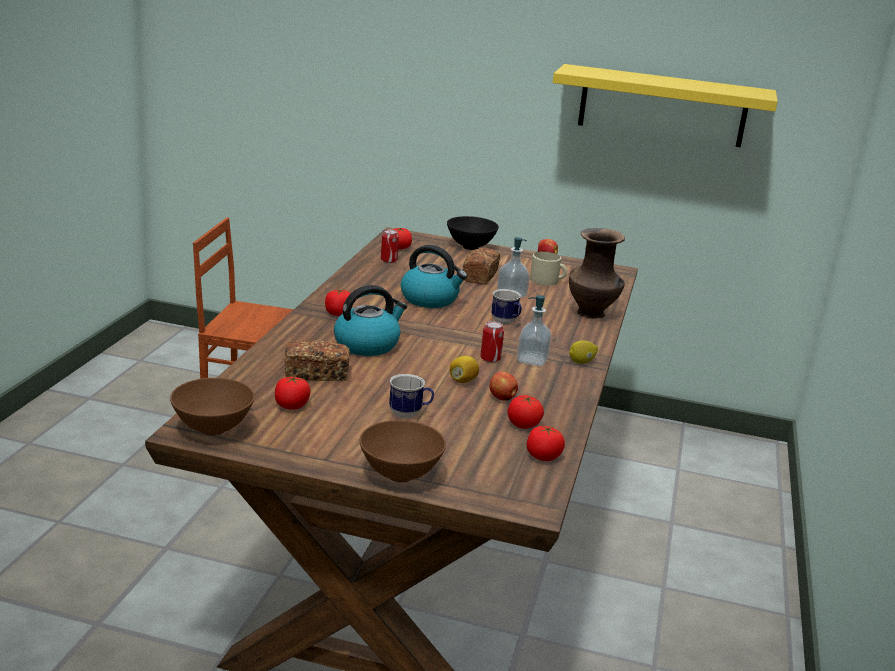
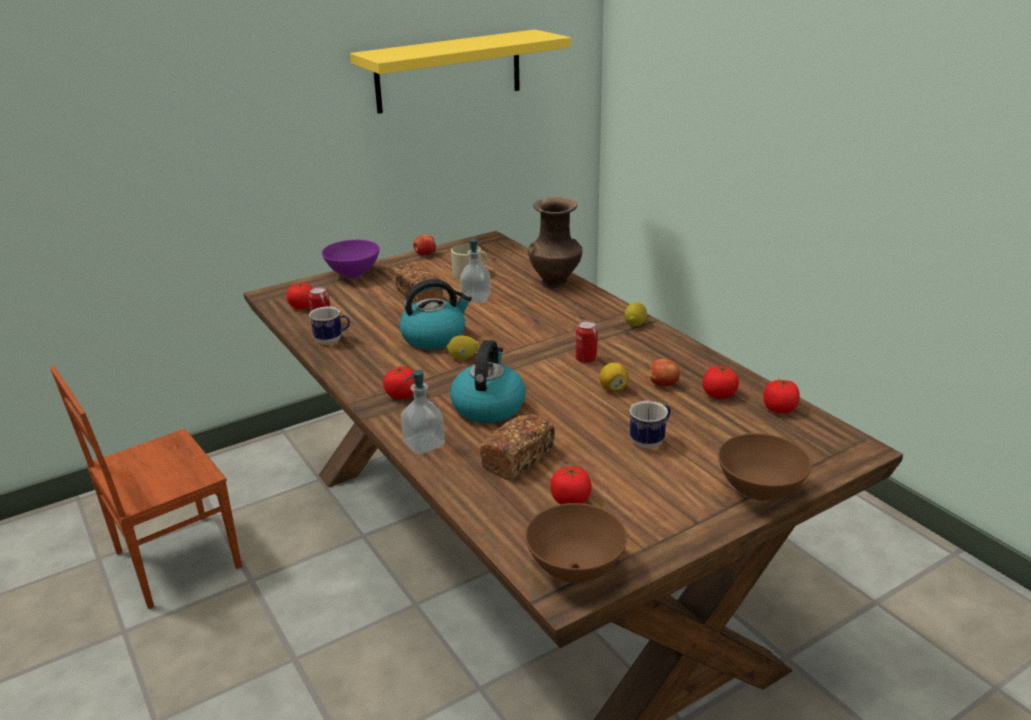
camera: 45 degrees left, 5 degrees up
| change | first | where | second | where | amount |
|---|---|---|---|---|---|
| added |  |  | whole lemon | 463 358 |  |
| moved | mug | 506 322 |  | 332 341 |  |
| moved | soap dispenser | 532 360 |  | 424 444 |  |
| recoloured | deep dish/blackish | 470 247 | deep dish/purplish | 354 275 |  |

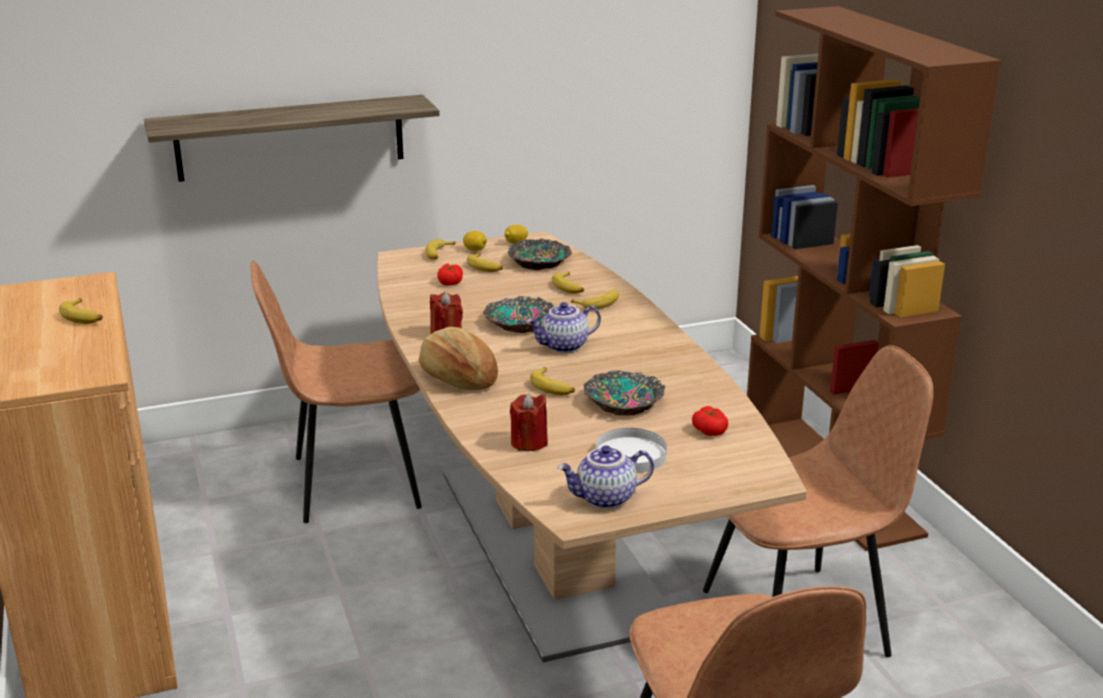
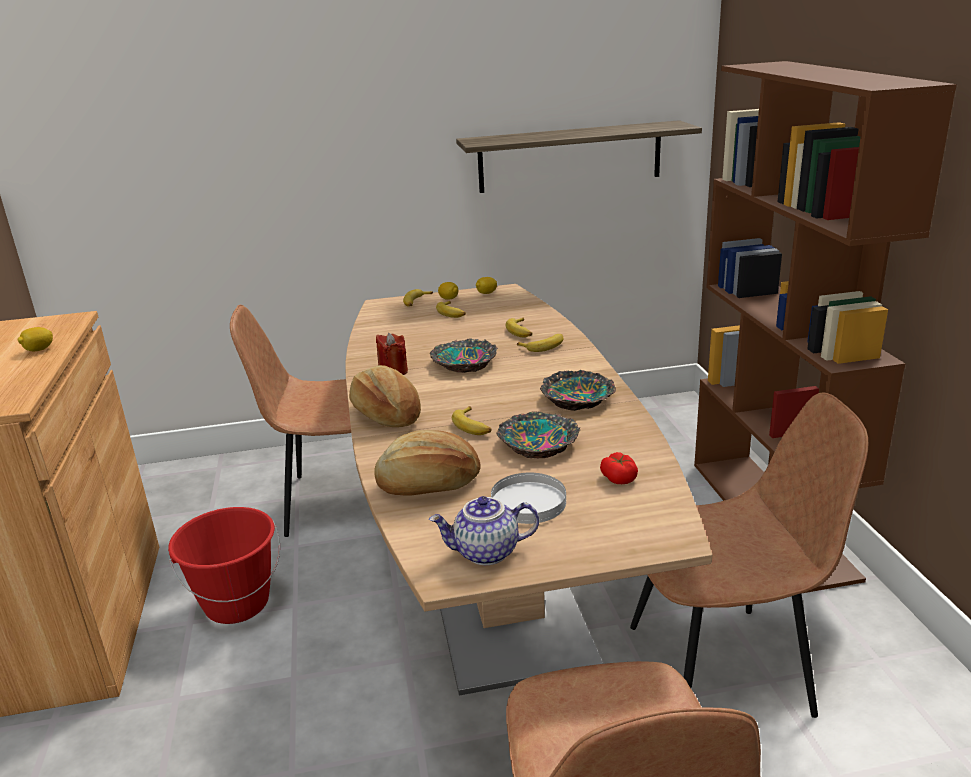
camera: 10 degrees right, 0 degrees up
| change | first | where | second | where | amount |
|---|---|---|---|---|---|
| removed | fresh tomato | 450 282 |  |  |  |
| removed | teapot | 564 347 |  |  |  |
| added |  |  | pail/reddish | 237 603 |  |
| moved | shelf | 290 138 |  | 570 157 |  |
| moved | deep dish | 540 261 |  | 578 398 |  |
| replaced | whole banana | 84 317 | whole lemon | 39 350 |  |
| replaced | wax candle/reddish | 529 443 | bakery bread | 429 484 |  |

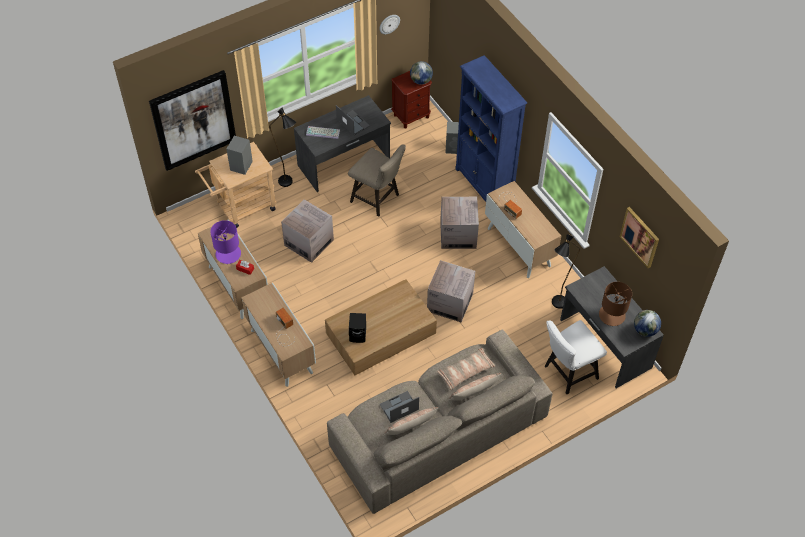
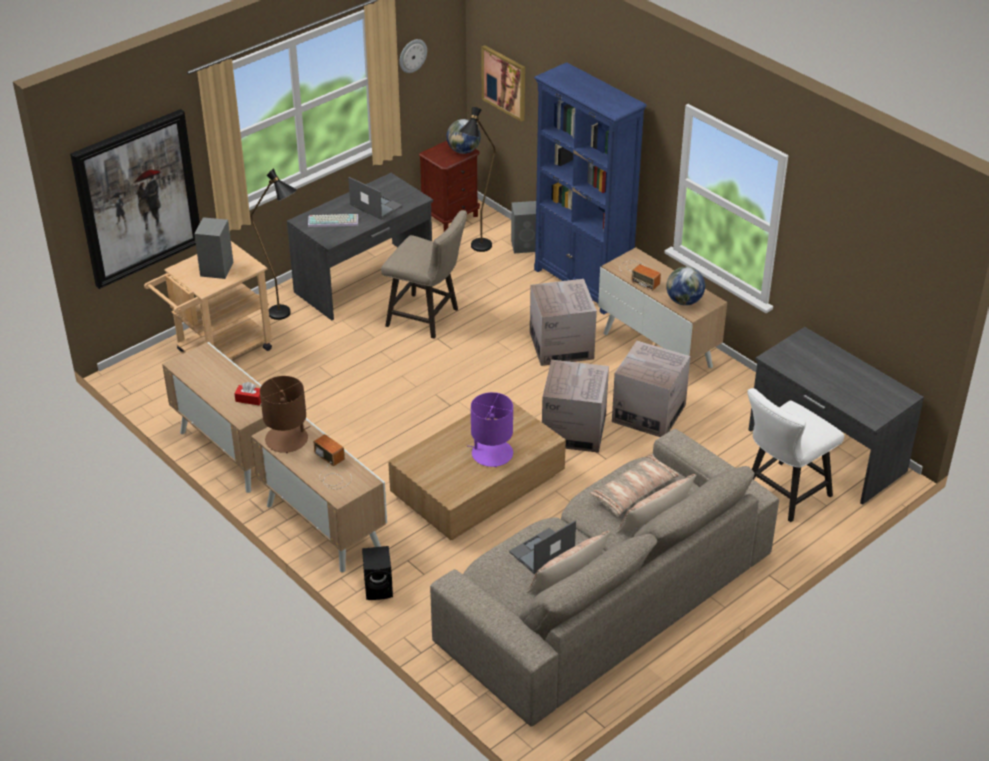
camera: 10 degrees left, 15 degrees down
| change | first | where | second | where | amount |
|---|---|---|---|---|---|
| moved | tabletop lamp/purplish | 228 254 |  | 491 453 |  |
| moved | cardboard box | 309 242 |  | 648 413 |  |
| moved | loudspeaker/blackish | 358 335 |  | 379 588 |  |
| moved | standard lamp/blackish | 556 306 |  | 478 250 |  |
| moved | tabletop lamp/brown | 612 315 |  | 287 439 |  |
| moved | picture | 640 237 |  | 504 82 |  |
| moved | globe | 645 330 |  | 684 301 |  |

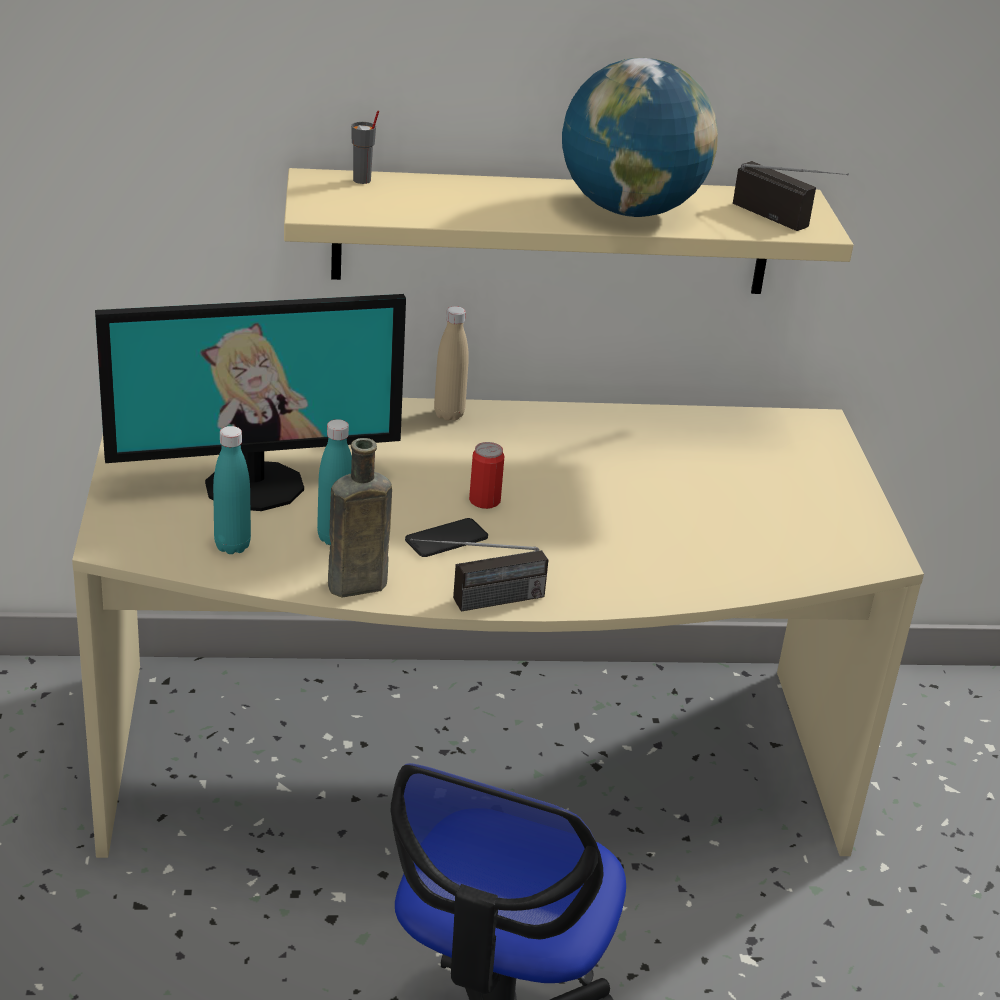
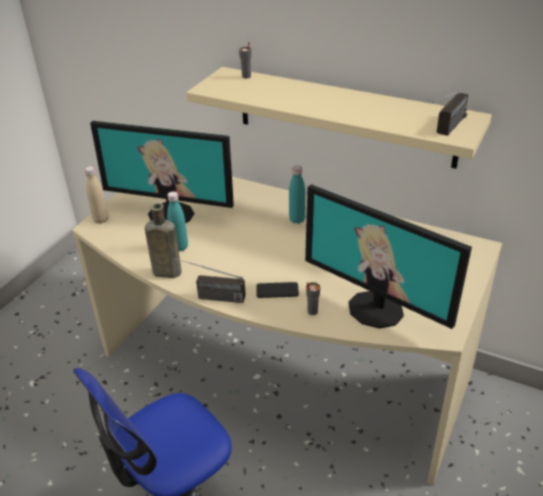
camera: 35 degrees right, 5 degrees up
| change | first | where | second | where | amount |
|---|---|---|---|---|---|
| removed | sealed can | 484 501 |  |  |  |
| removed | globe | 630 210 |  |  |  |
| added |  |  | monitor | 376 308 |  |
| added |  |  | drinking cup/grey | 312 311 |  |
| moved | beverage bottle/blue-green | 232 546 |  | 297 220 |  |
| moved | handset | 446 539 |  | 277 290 |  |
| moved | beverage bottle/beige-coloured | 449 414 |  | 101 220 |  |
| turned | radio receiver | 789 222 |  | 447 130 | 45 degrees clockwise |

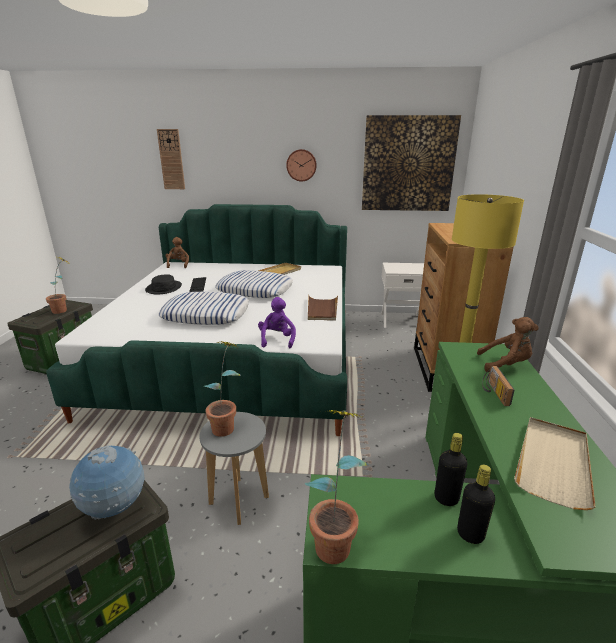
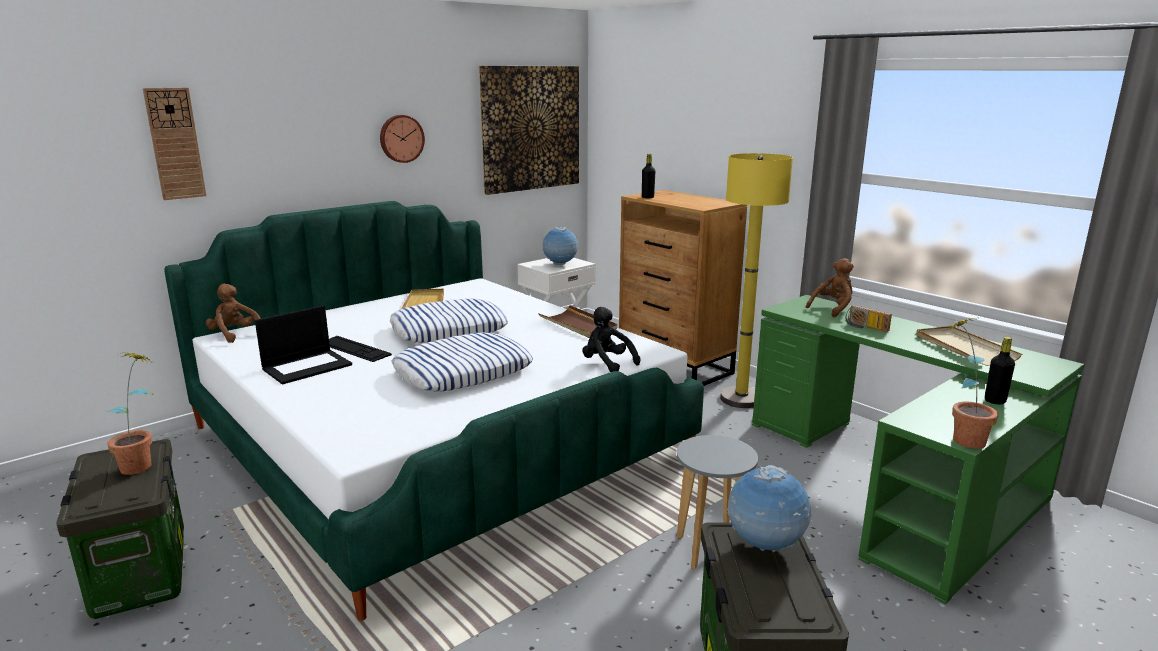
camera: 45 degrees left, 5 degrees down
| change | first | where | second | where | amount |
|---|---|---|---|---|---|
| removed | houseplant | 226 425 |  |  |  |
| added |  |  | globe | 560 264 |  |
| moved | beverage bottle/blackish | 446 498 |  | 647 197 |  |
| replaced | clothing hat/blackish | 164 288 | portable computer | 307 366 |  |
| recoloured | plush toy/purplish | 277 339 | plush toy/blackish | 607 363 |  |

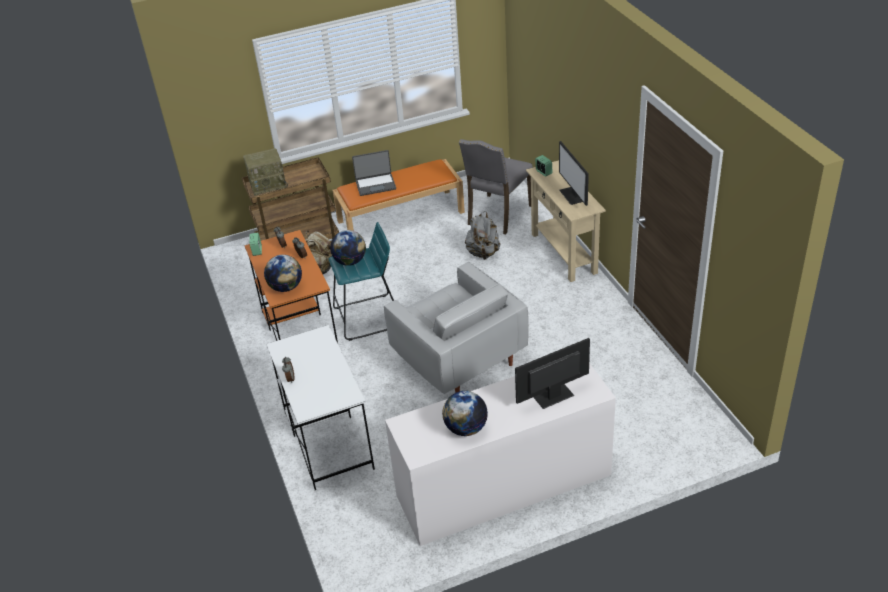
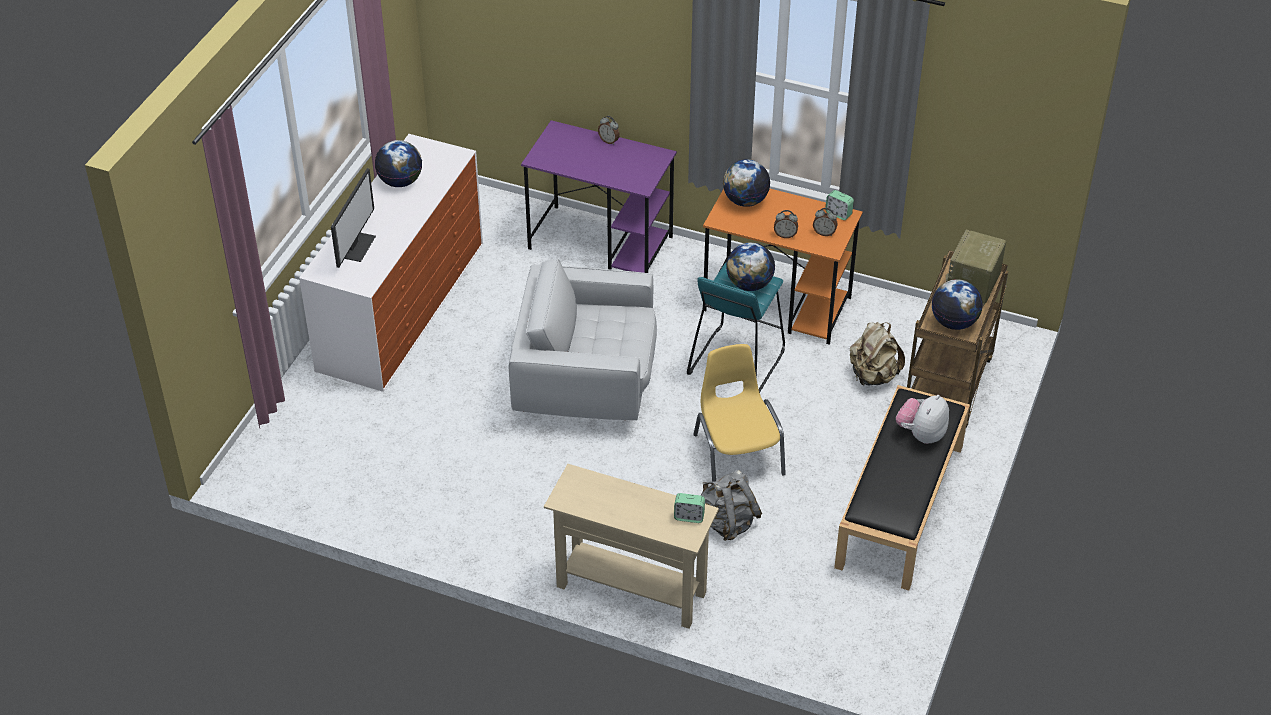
camera: 130 degrees right, 5 degrees up
| change | first | where | second | where | amount |
|---|---|---|---|---|---|
| removed | upright chair/grey | 497 215 |  |  |  |
| removed | monitor | 573 195 |  |  |  |
| added |  |  | upright chair/yellow | 737 453 |  |
| added |  |  | globe | 954 322 |  |
| replaced | portable computer | 375 185 | plush toy | 921 434 |  |
| recoloured | desk table/white | 327 439 | desk table/purplish | 601 243 |  |
| recoloured | indoor bench/orange-coloured | 401 216 | indoor bench/blackish | 900 507 |  |

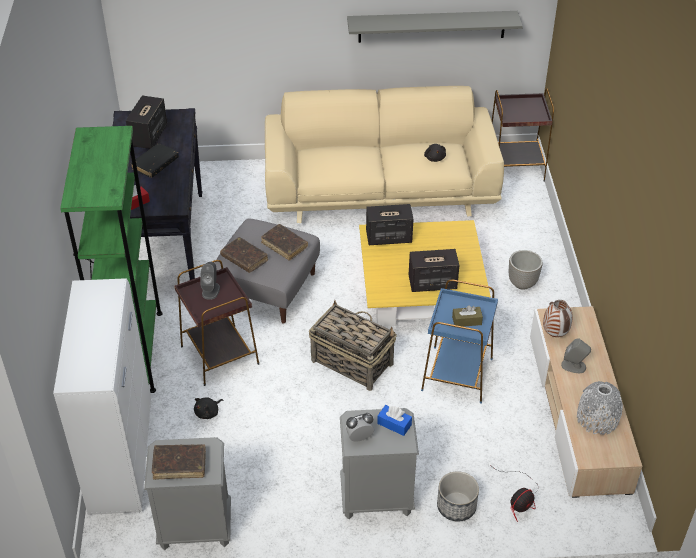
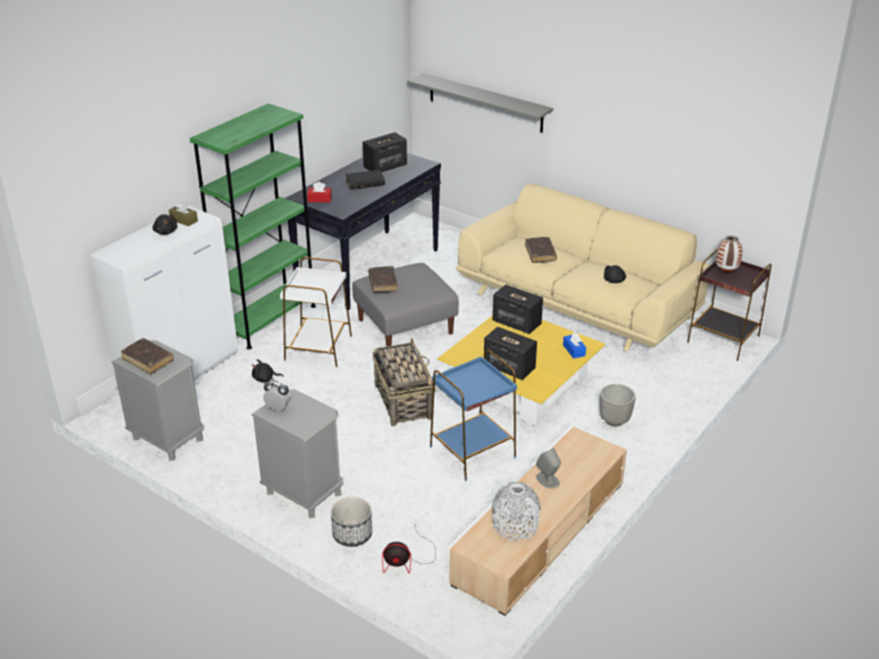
camera: 40 degrees right, 10 degrees down
| change | first | where | second | where | amount |
|---|---|---|---|---|---|
| removed | loudspeaker/grey | 211 290 |  |  |  |
| added |  |  | plush toy/blackish | 166 231 |  |
| moved | bound book/brown | 284 245 |  | 540 254 |  |
| moved | shelf/grey | 431 26 |  | 485 103 |  |
| moved | box of tissues/bluish | 394 424 |  | 574 350 |  |
| moved | box of tissues/brown | 466 321 |  | 184 220 |  |
| moved | flower vase | 555 334 |  | 726 272 |  |
| recoloured | end table/brown | 219 356 | end table/white | 318 350 |  |

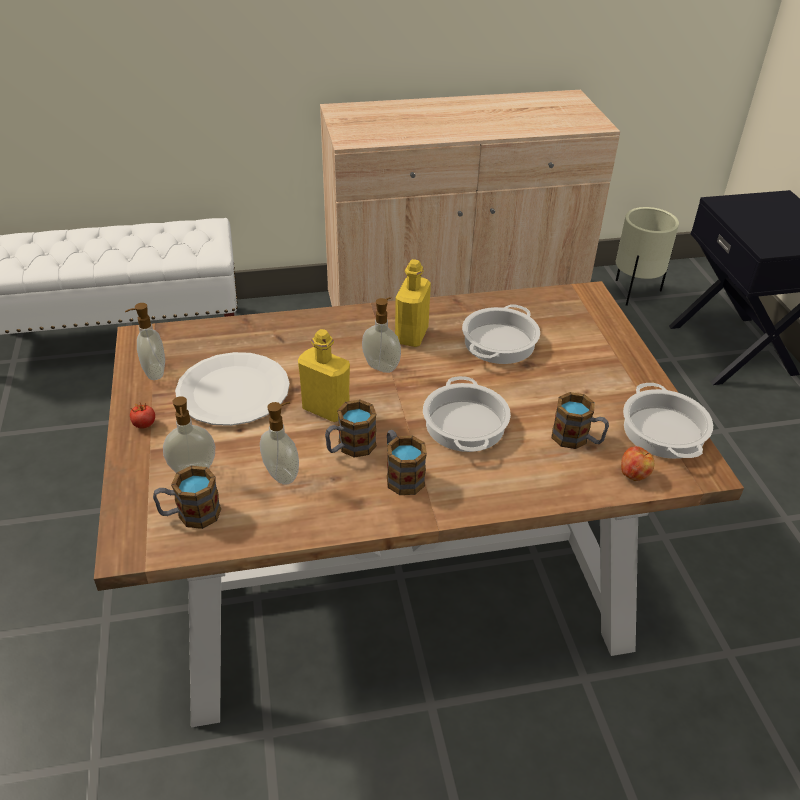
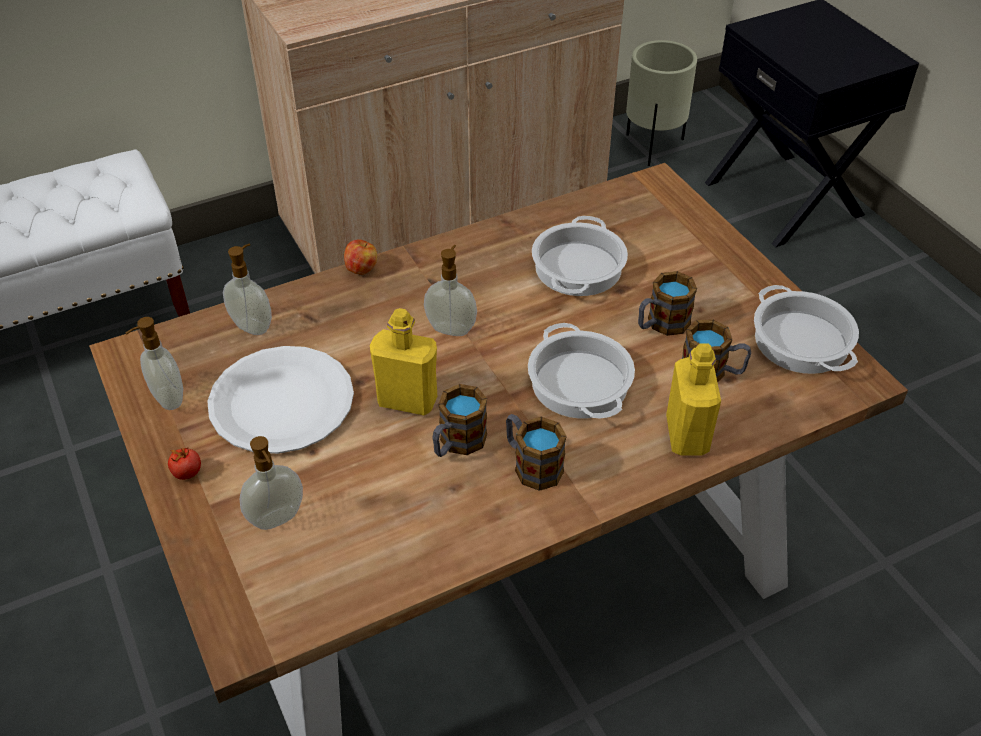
camera: 15 degrees left, 5 degrees up
| change | first | where | second | where | amount |
|---|---|---|---|---|---|
| moved | mug | 190 514 |  | 661 324 |  |
| moved | soap dispenser | 282 474 |  | 253 326 |  |
| moved | beverage bottle/yellow | 411 335 |  | 687 435 |  |
| moved | whole apple | 633 475 |  | 361 269 |  |

